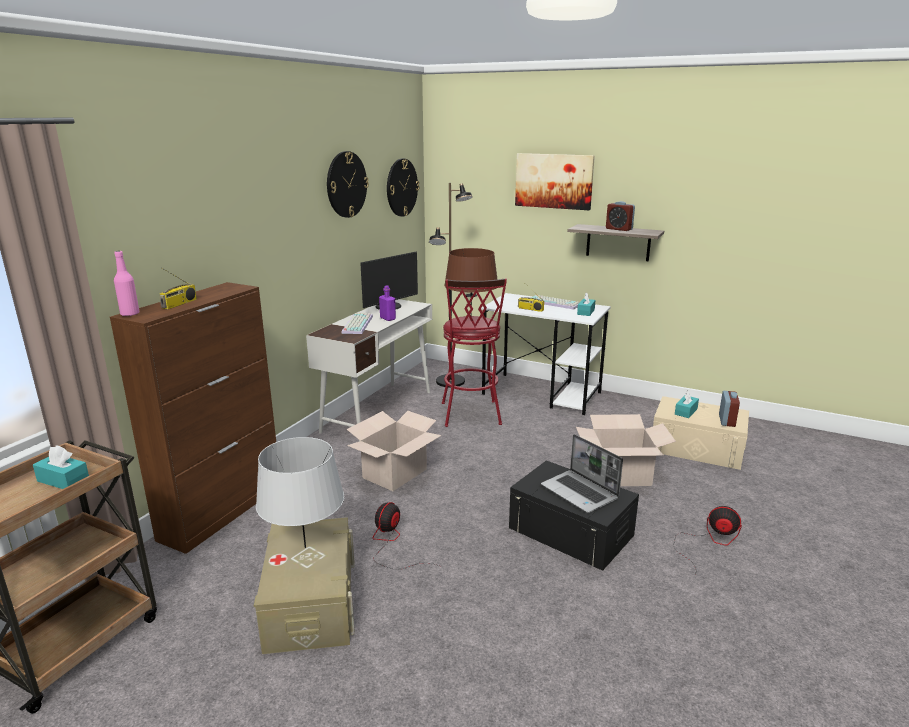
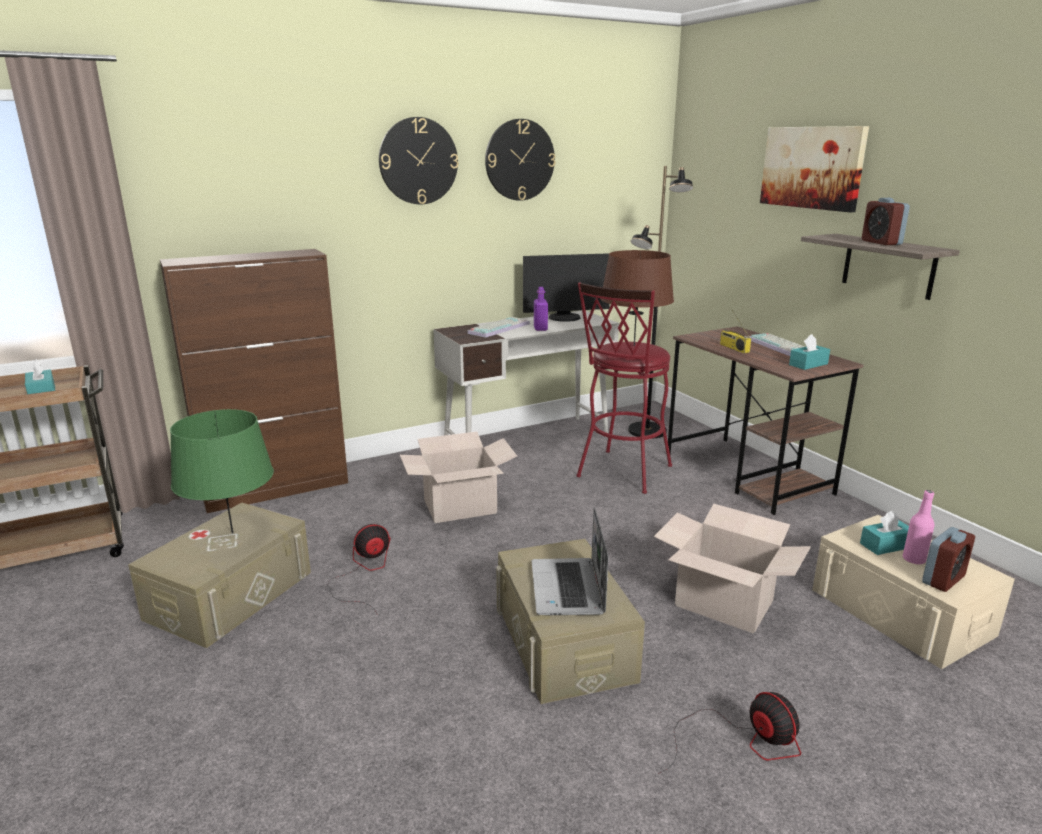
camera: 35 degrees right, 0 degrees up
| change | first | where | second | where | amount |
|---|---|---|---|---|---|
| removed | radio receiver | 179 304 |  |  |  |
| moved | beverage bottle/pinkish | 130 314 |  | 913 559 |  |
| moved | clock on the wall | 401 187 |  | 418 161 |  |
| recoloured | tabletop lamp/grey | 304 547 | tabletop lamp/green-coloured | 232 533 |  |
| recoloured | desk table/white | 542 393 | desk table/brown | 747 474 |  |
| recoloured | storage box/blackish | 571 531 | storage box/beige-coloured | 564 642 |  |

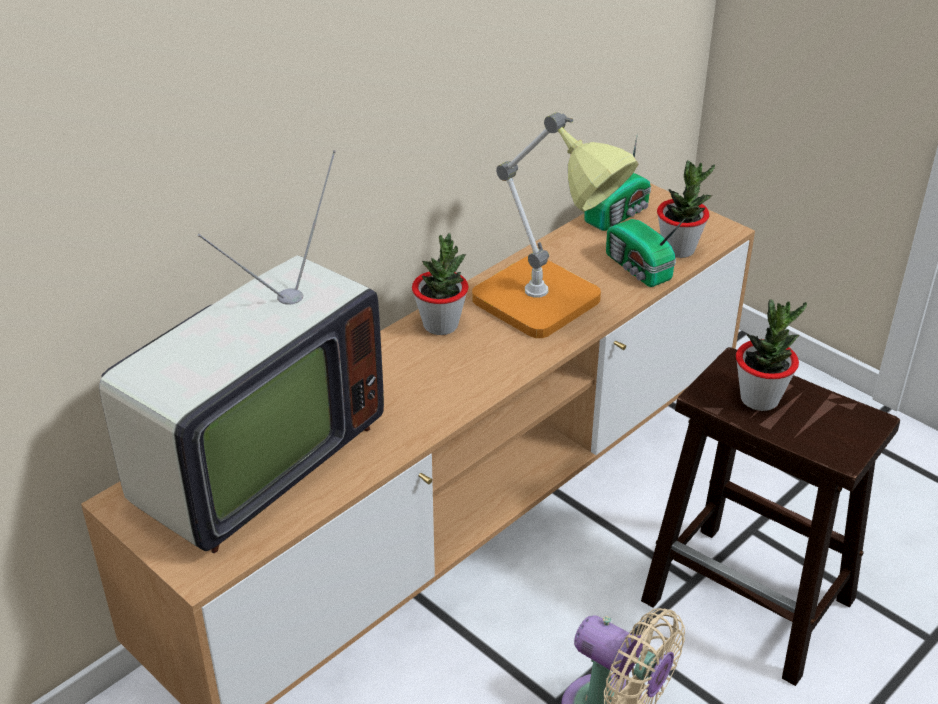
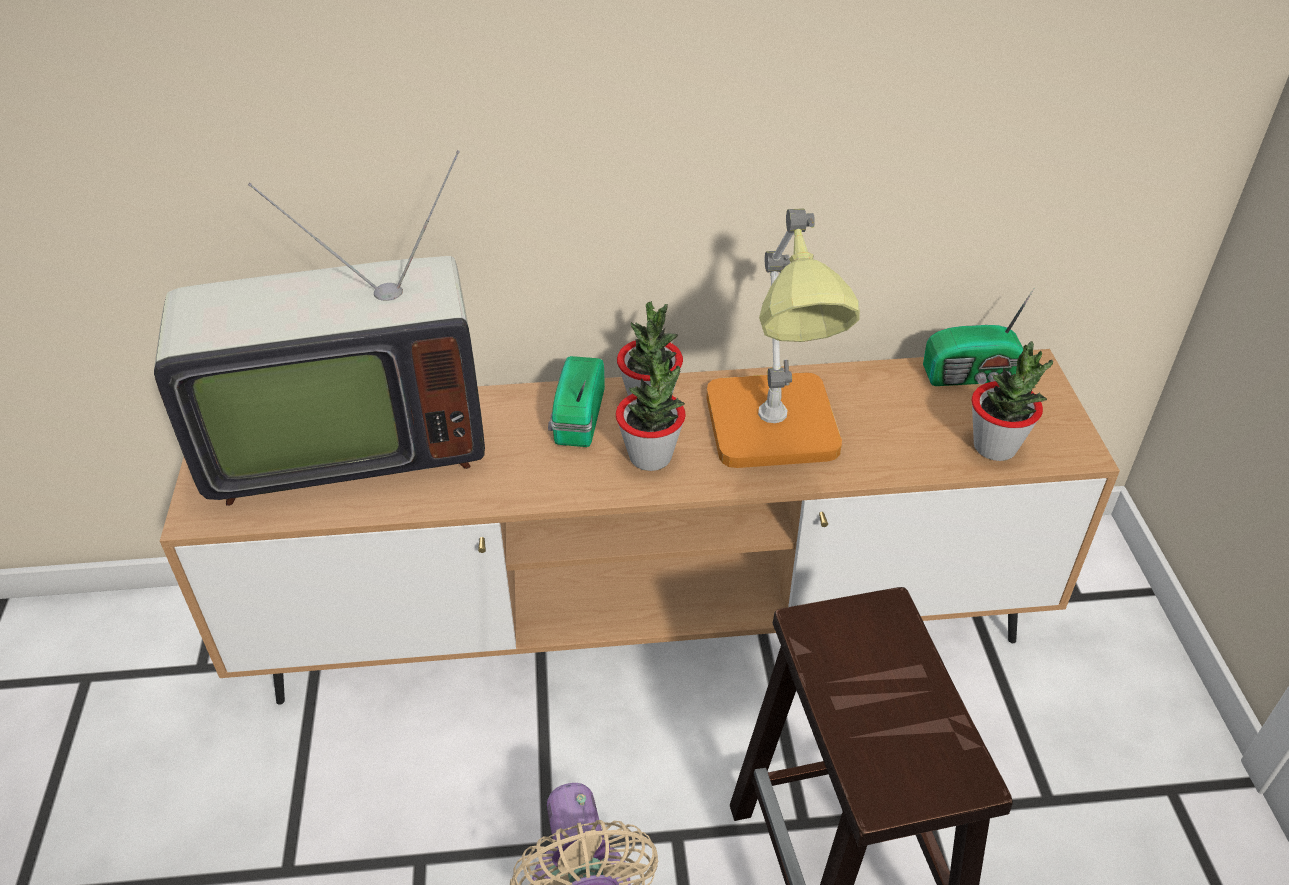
camera: 40 degrees right, 5 degrees up
| change | first | where | second | where | amount |
|---|---|---|---|---|---|
| moved | radio receiver | 638 269 |  | 576 418 |  |
| moved | houseplant | 760 399 |  | 651 456 |  |

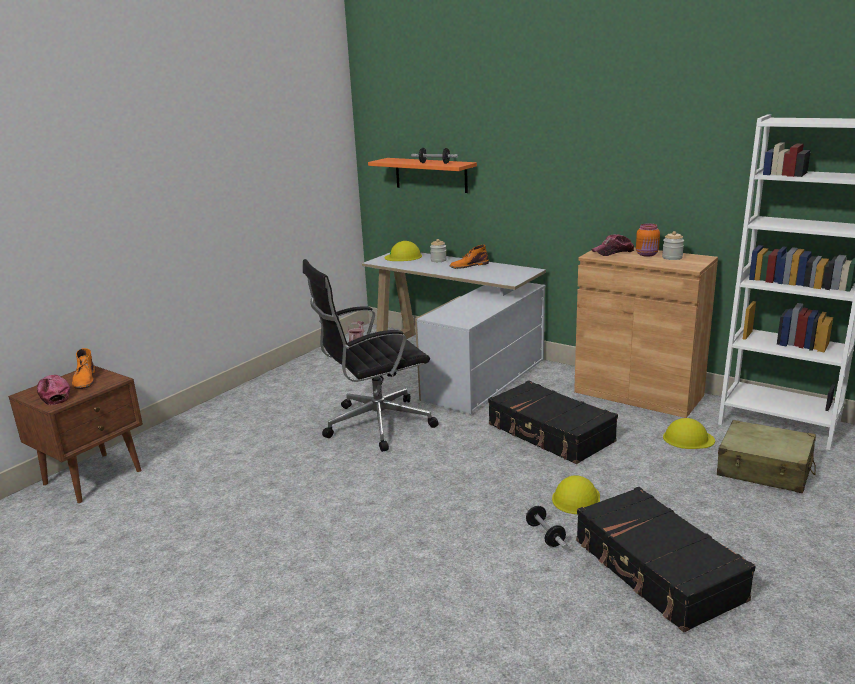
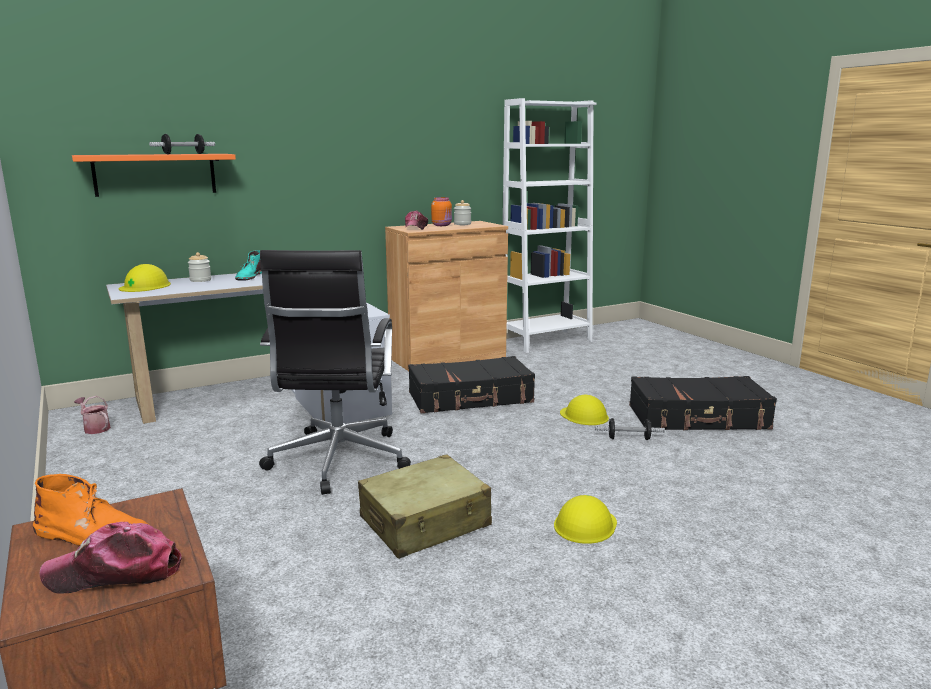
camera: 65 degrees left, 5 degrees down
| change | first | where | second | where | amount |
|---|---|---|---|---|---|
| moved | safety helmet/yellow | 688 438 |  | 585 524 |  |
| moved | suitcase/beige-coloured | 764 469 |  | 425 522 |  |
| recoloured | boot/orange-coloured | 468 265 | boot/blue-green | 250 276 |  |

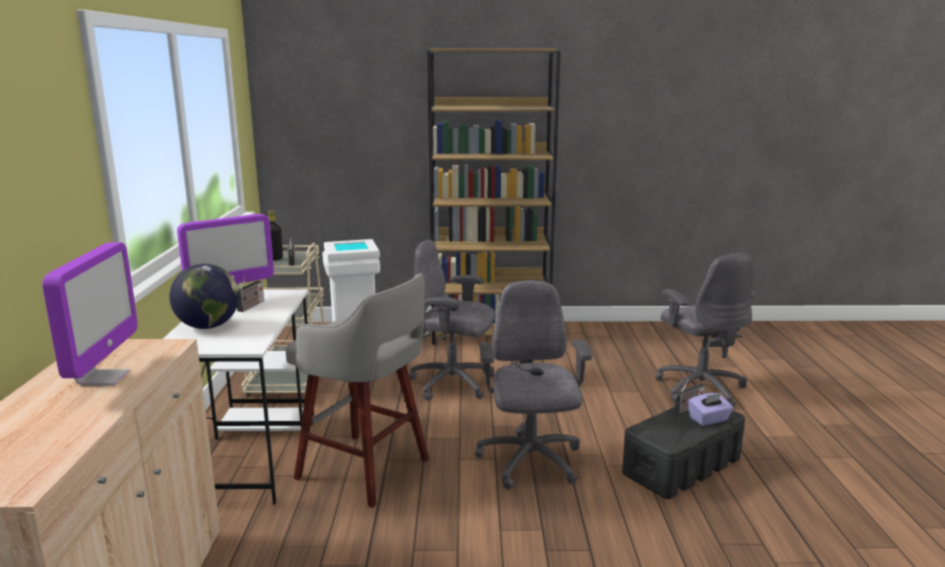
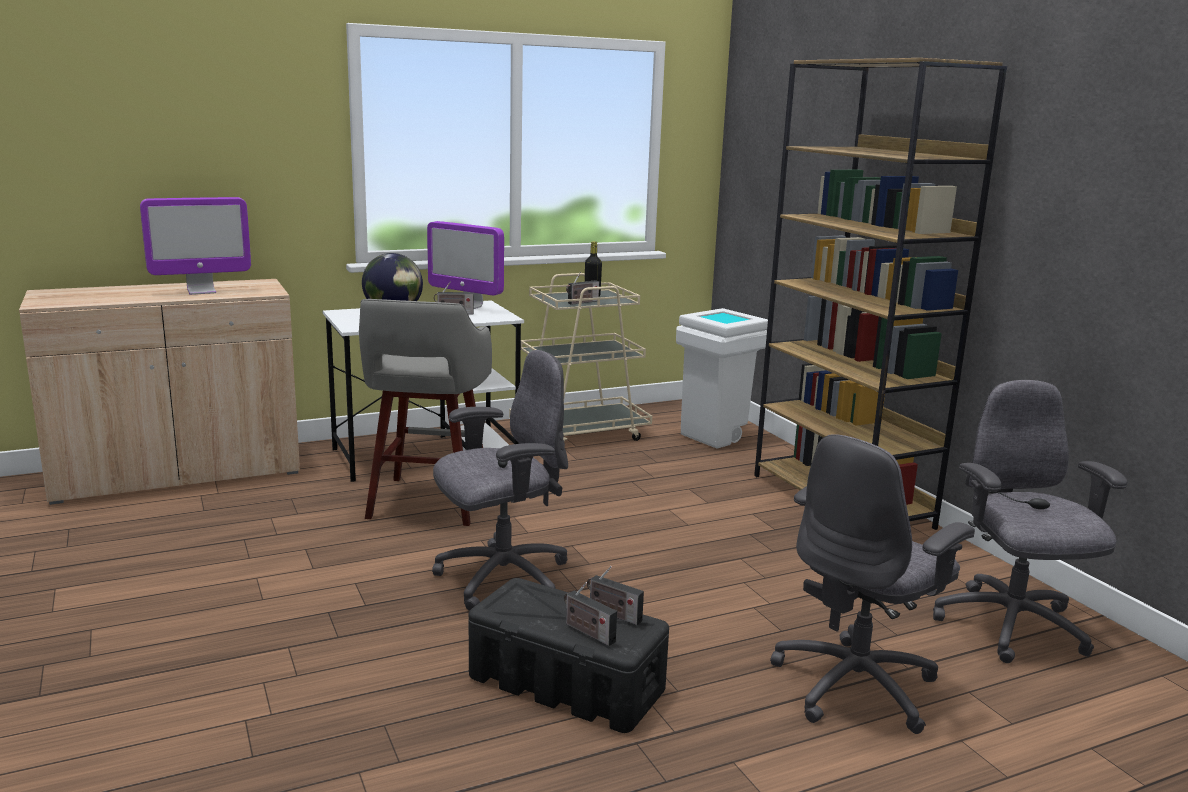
camera: 65 degrees right, 0 degrees up
| change | first | where | second | where | amount |
|---|---|---|---|---|---|
| moved | computer chair/grey | 453 384 |  | 1011 627 |  |
| replaced | box of tissues/purplish | 709 419 | radio receiver | 587 632 |  |

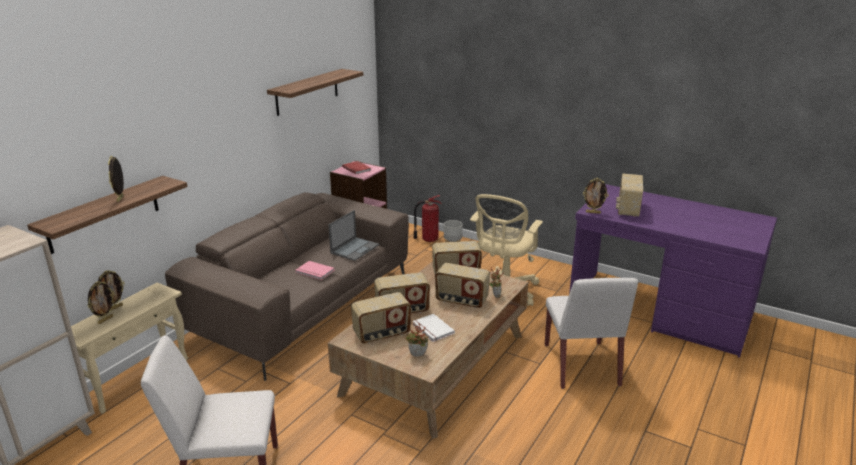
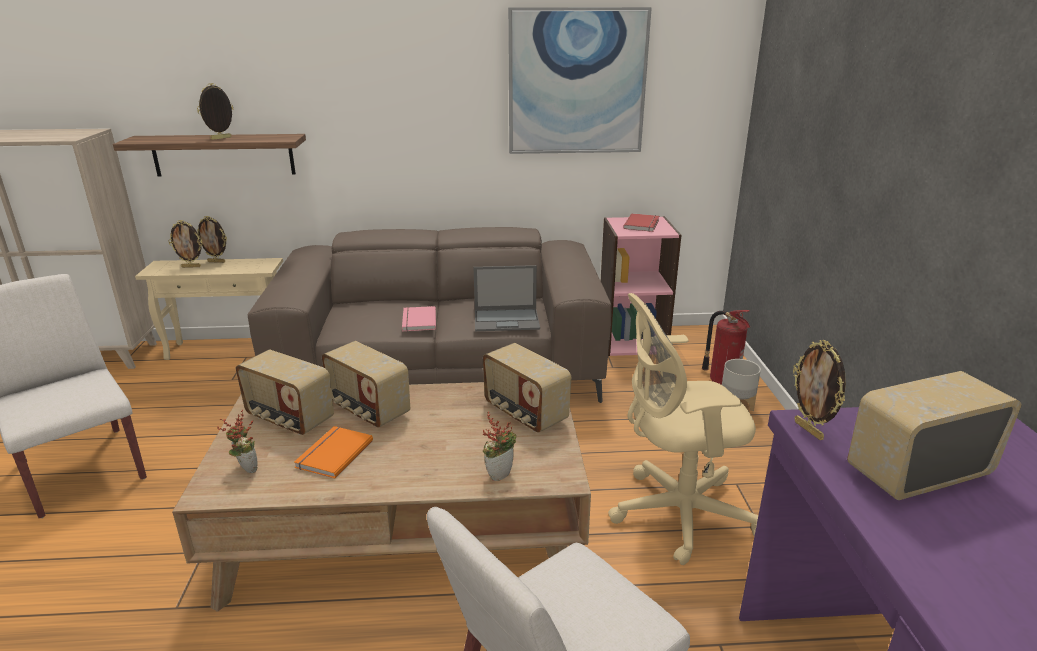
camera: 55 degrees right, 0 degrees up
| change | first | where | second | where | amount |
|---|---|---|---|---|---|
| removed | radio receiver | 461 301 |  |  |  |
| replaced | shelf | 307 91 | picture | 577 82 |  |
| recoloured | bound book/white | 432 329 | bound book/orange-coloured | 332 454 |  |

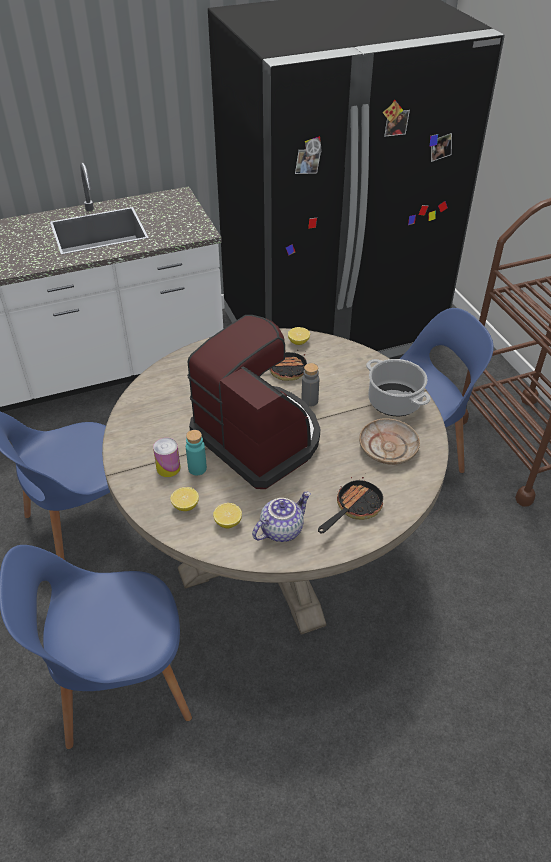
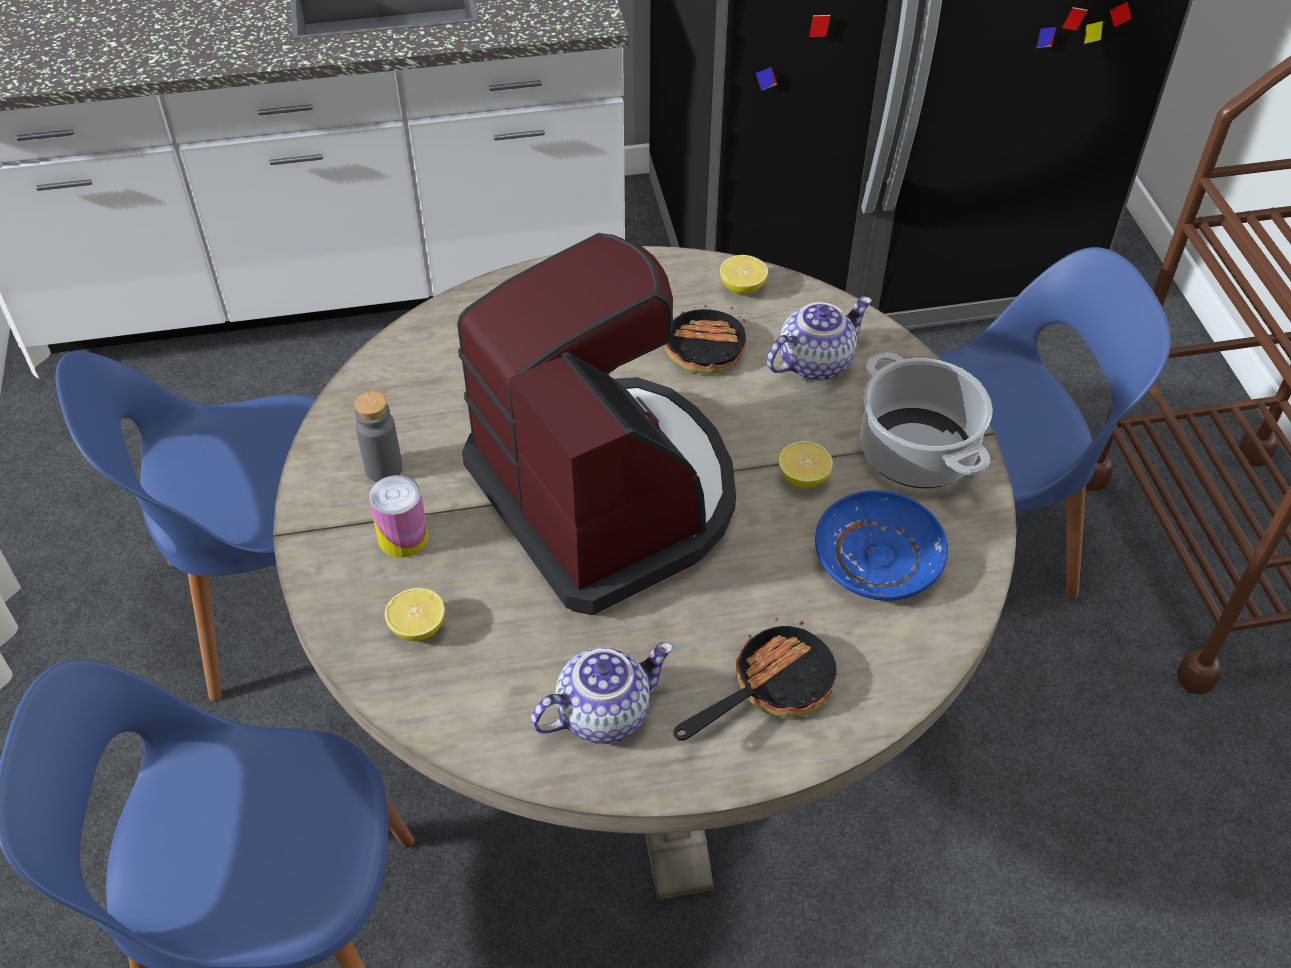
camera: 10 degrees right, 5 degrees up
| change | first | where | second | where | amount |
|---|---|---|---|---|---|
| removed | beverage bottle/blue-green | 197 468 |  |  |  |
| added |  |  | teapot | 814 362 |  |
| moved | whole lemon | 228 522 |  | 803 478 |  |
| moved | beverage bottle/grey | 309 401 |  | 384 469 |  |
| recoloured | dinner plate/beige-coloured | 388 448 | dinner plate/bluish | 878 557 |  |

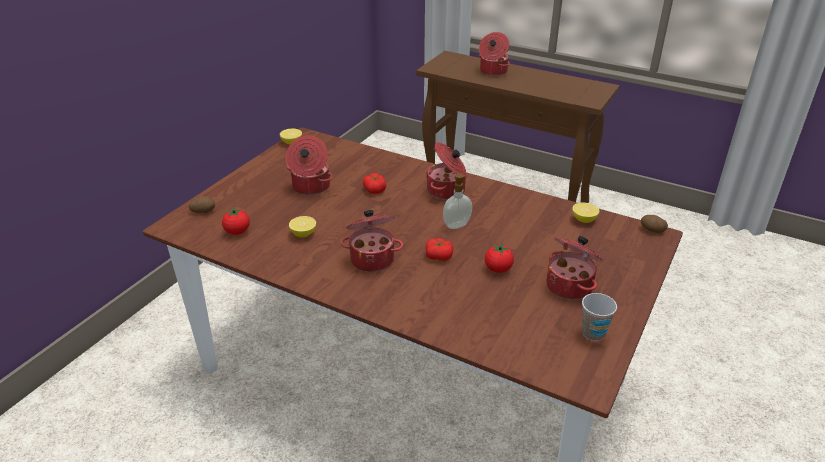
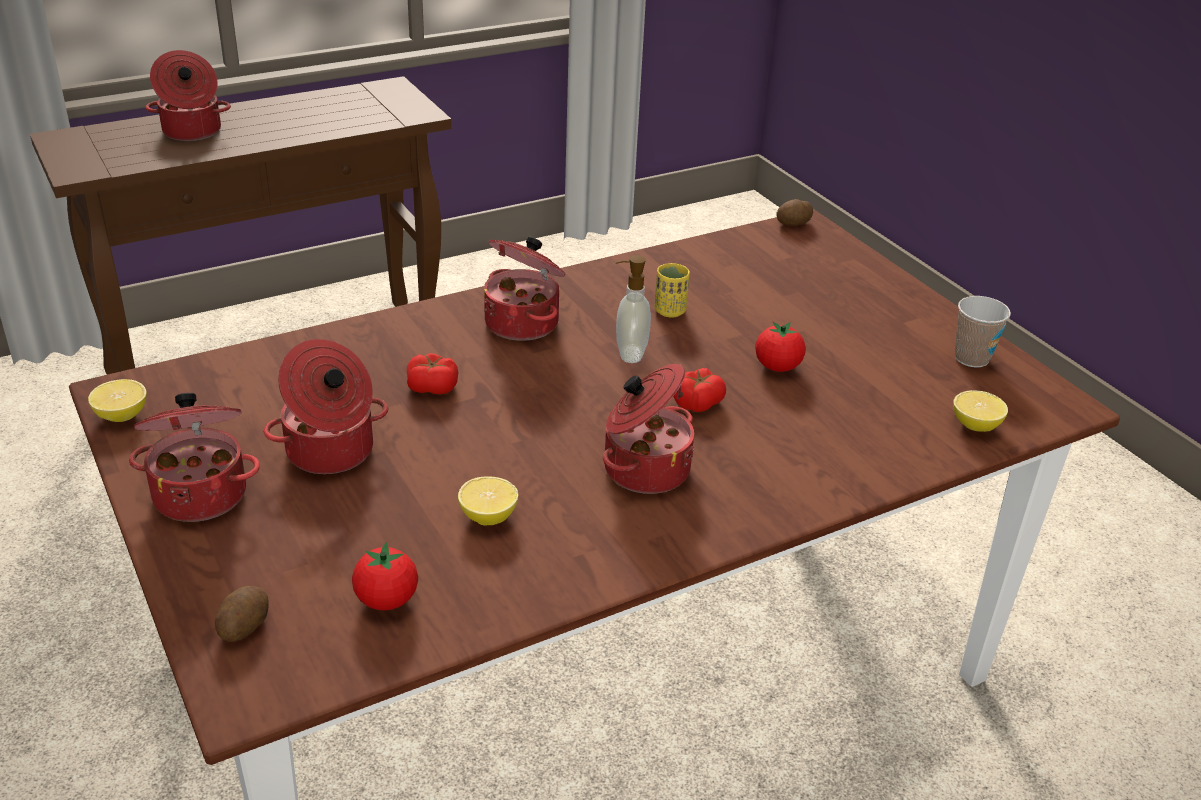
camera: 60 degrees left, 0 degrees up
| change | first | where | second | where | amount |
|---|---|---|---|---|---|
| added |  |  | drinking cup/yellow | 670 311 |  |
| moved | saucepot | 570 286 |  | 201 493 |  |
| moved | whole lemon | 584 219 |  | 975 425 |  |

